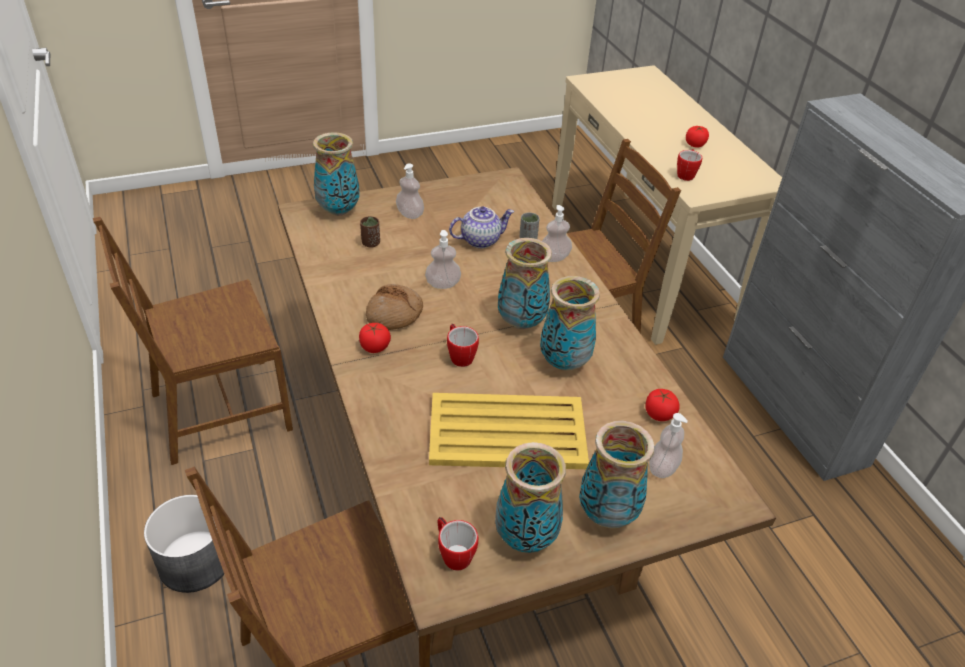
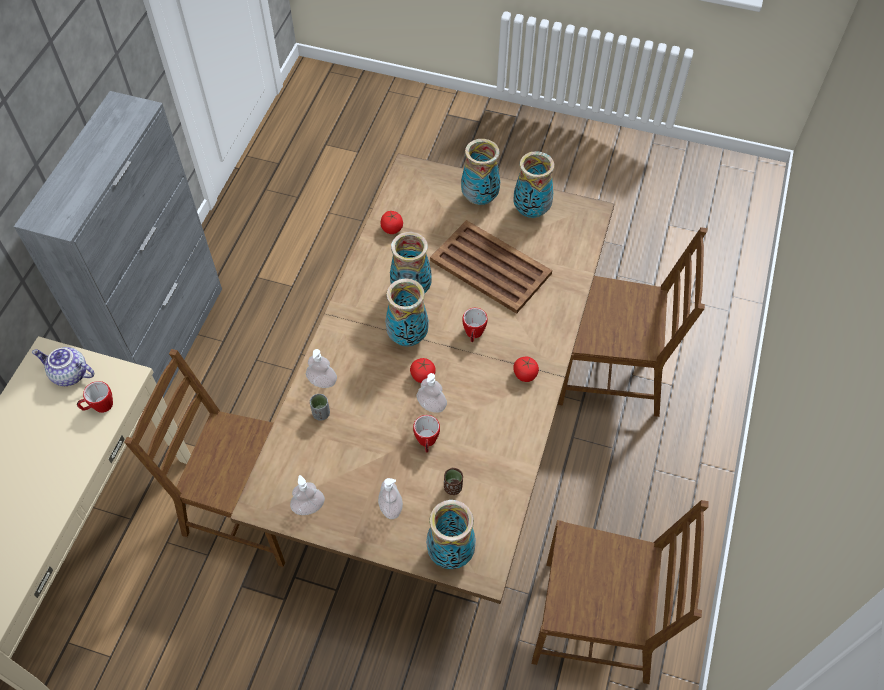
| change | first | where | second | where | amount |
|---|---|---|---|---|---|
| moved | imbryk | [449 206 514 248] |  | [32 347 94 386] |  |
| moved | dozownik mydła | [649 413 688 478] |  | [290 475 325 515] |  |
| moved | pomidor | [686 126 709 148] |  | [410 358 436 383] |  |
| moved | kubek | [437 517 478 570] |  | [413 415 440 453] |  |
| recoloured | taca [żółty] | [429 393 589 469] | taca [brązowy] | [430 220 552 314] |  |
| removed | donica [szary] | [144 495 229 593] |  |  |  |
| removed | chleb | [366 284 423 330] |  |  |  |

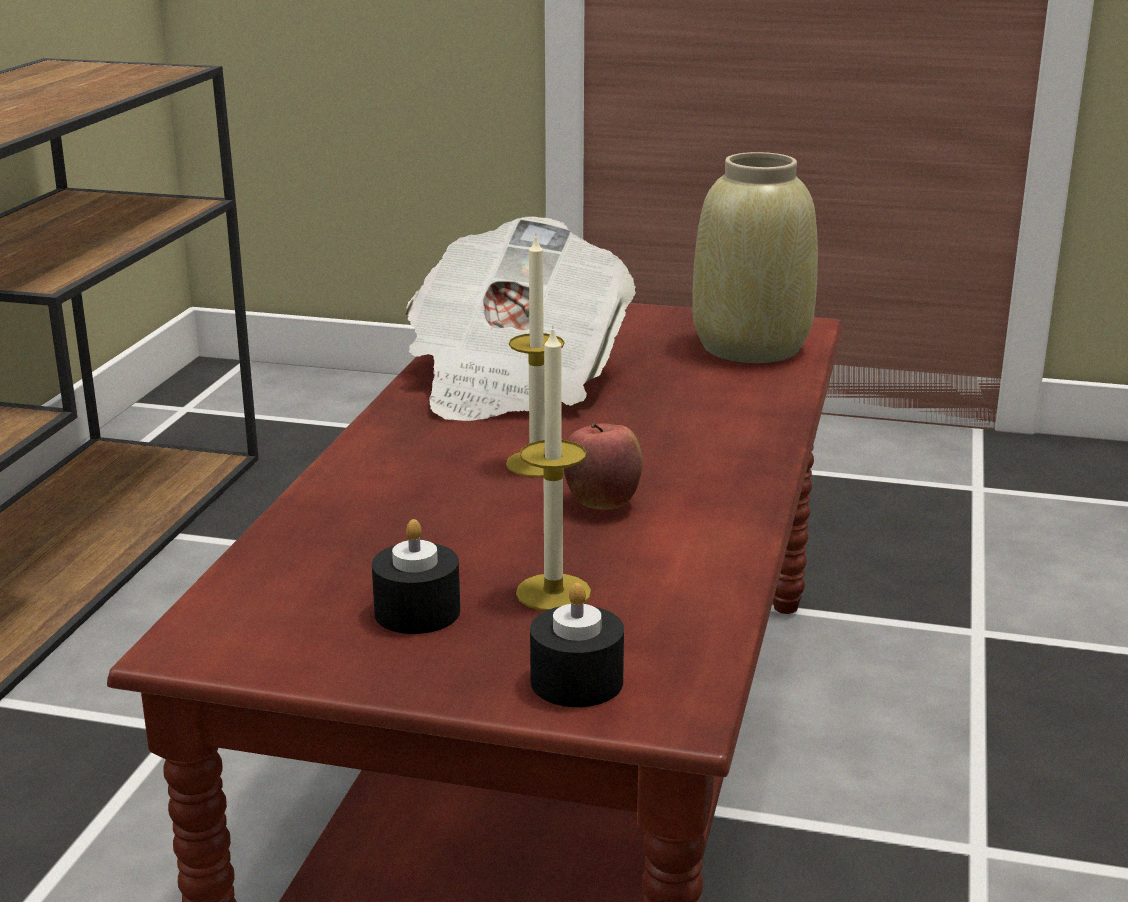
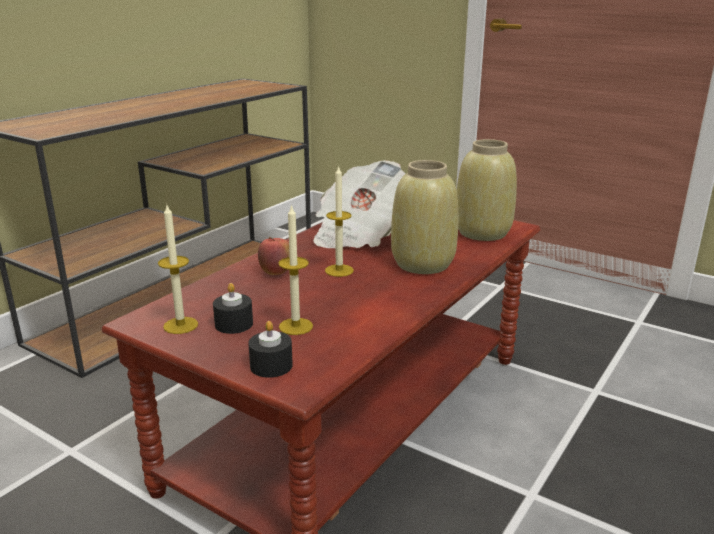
| change | first | where | second | where | amount |
|---|---|---|---|---|---|
| added |  |  | świeca | [158 203 198 334] |  |
| moved | jabłko | [563 423 642 510] |  | [258 237 290 275] |  |
| added |  |  | wazon [beżowy] | [391 160 458 274] |  |

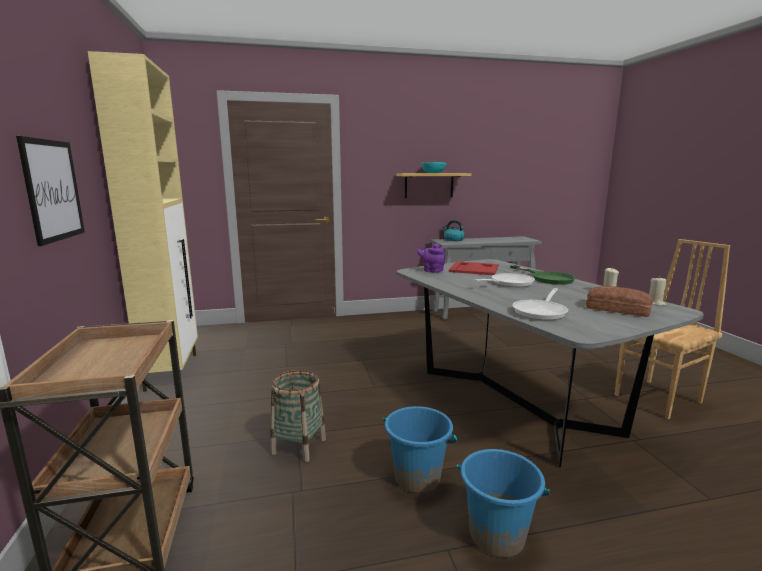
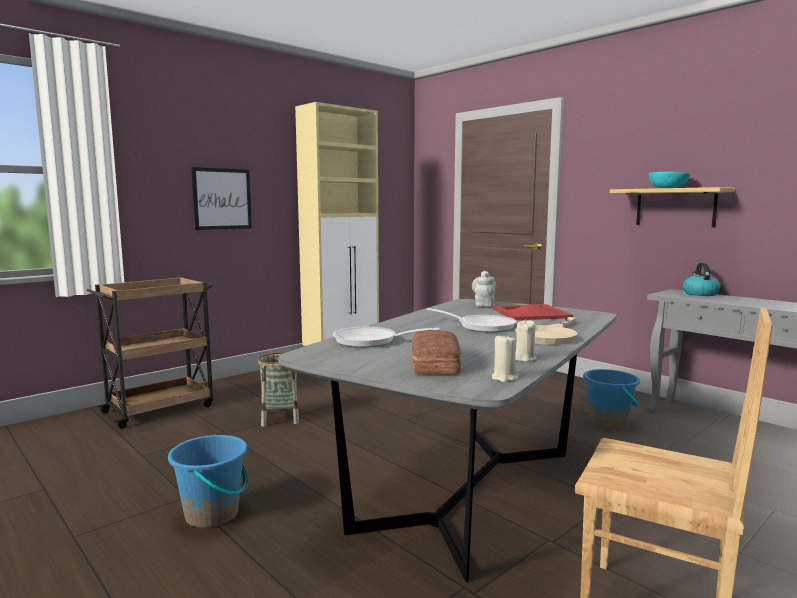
| change | first | where | second | where | amount |
|---|---|---|---|---|---|
| recoloured | imbryk [fioletowy] | [417 243 445 273] | imbryk [szary] | [472 271 496 307] |  |
| recoloured | patelnia [zielony] | [510 265 576 285] | patelnia [beżowy] | [515 317 578 345] |  |
| moved | wiadro [niebieski] | [383 406 457 493] |  | [583 369 640 430] |  |

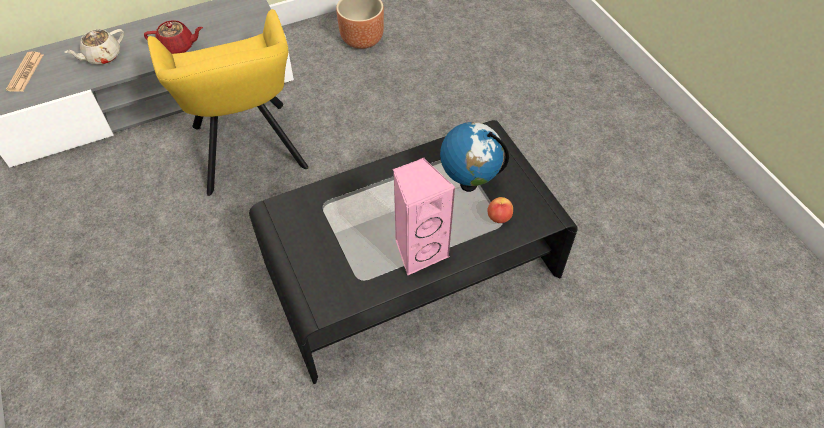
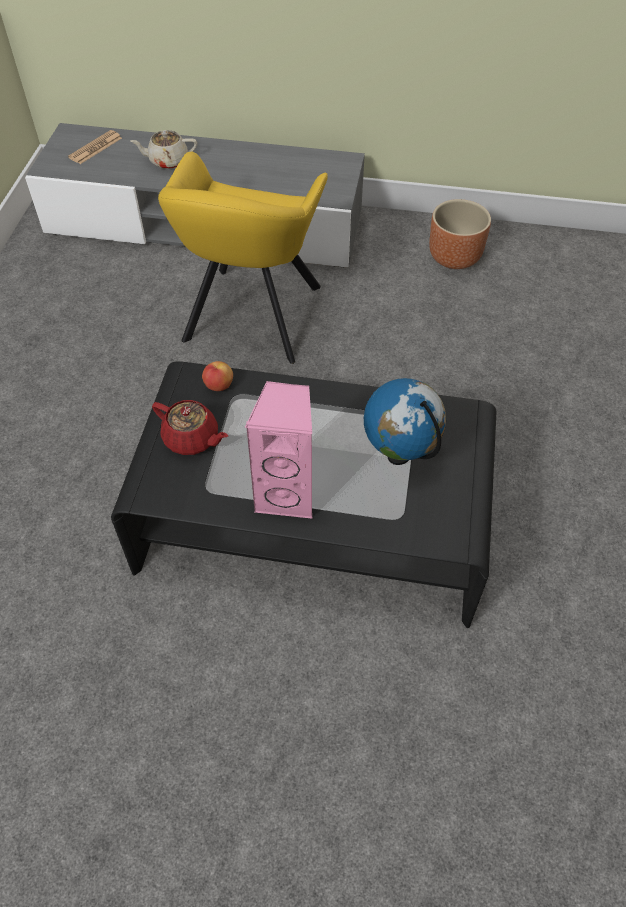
| change | first | where | second | where | amount |
|---|---|---|---|---|---|
| moved | imbryk [czerwony] | [144 20 203 54] |  | [152 400 228 455] |  |
| moved | jabłko | [487 197 513 223] |  | [202 361 233 391] |  |

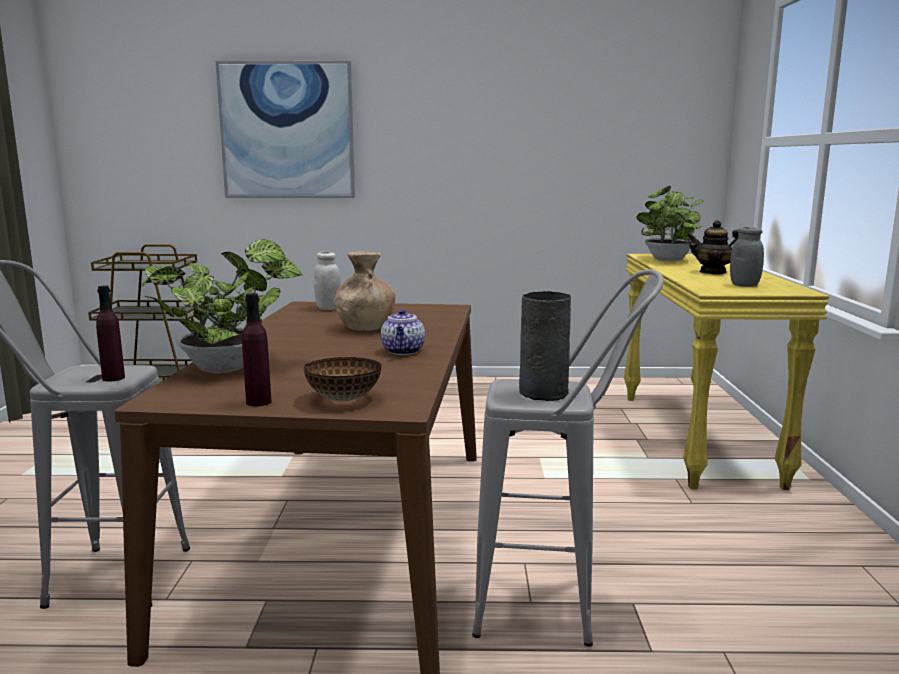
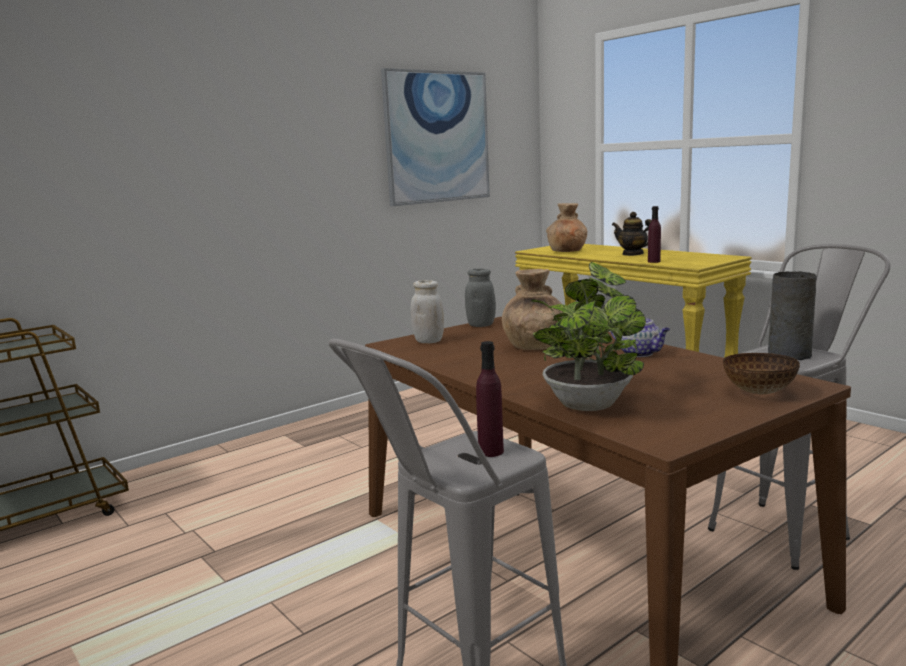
| change | first | where | second | where | amount |
|---|---|---|---|---|---|
| moved | obraz | [216 61 355 198] |  | [381 68 490 206] |  |
| moved | słoik [szary] | [730 227 764 287] |  | [465 268 496 327] |  |
| replaced | roślina doniczkowa | [636 186 704 261] | wazon [brązowy] | [546 203 587 252] |  |
| turned | imbryk | [687 220 739 274] |  | [612 212 652 256] | 60 degrees clockwise |
| moved | butelka [fioletowy] | [242 293 271 406] |  | [648 206 661 263] |  |

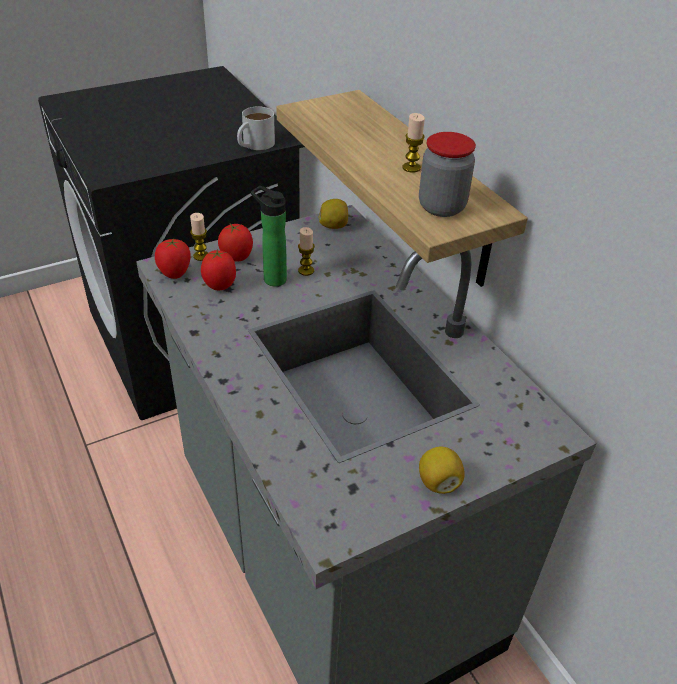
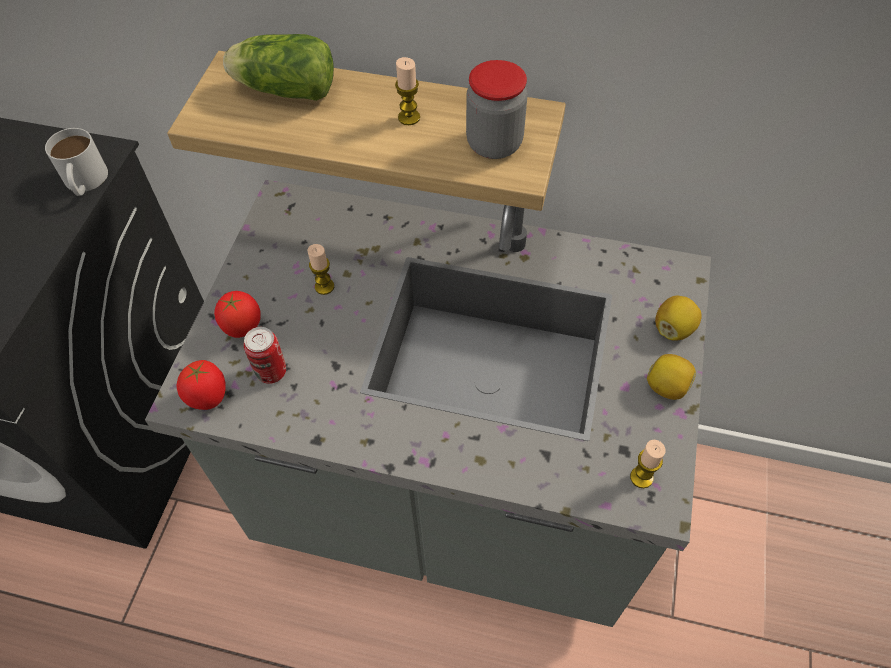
| change | first | where | second | where | amount |
|---|---|---|---|---|---|
| added |  |  | sałata | [223 34 334 101] |  |
| replaced | pomidor | [201 249 236 290] | puszka | [244 327 286 384] |  |
| moved | świeca | [190 213 208 261] |  | [630 440 665 488] |  |
| moved | cytryna | [319 199 348 229] |  | [655 296 702 341] |  |
| removed | butelka | [251 186 287 286] |  |  |  |

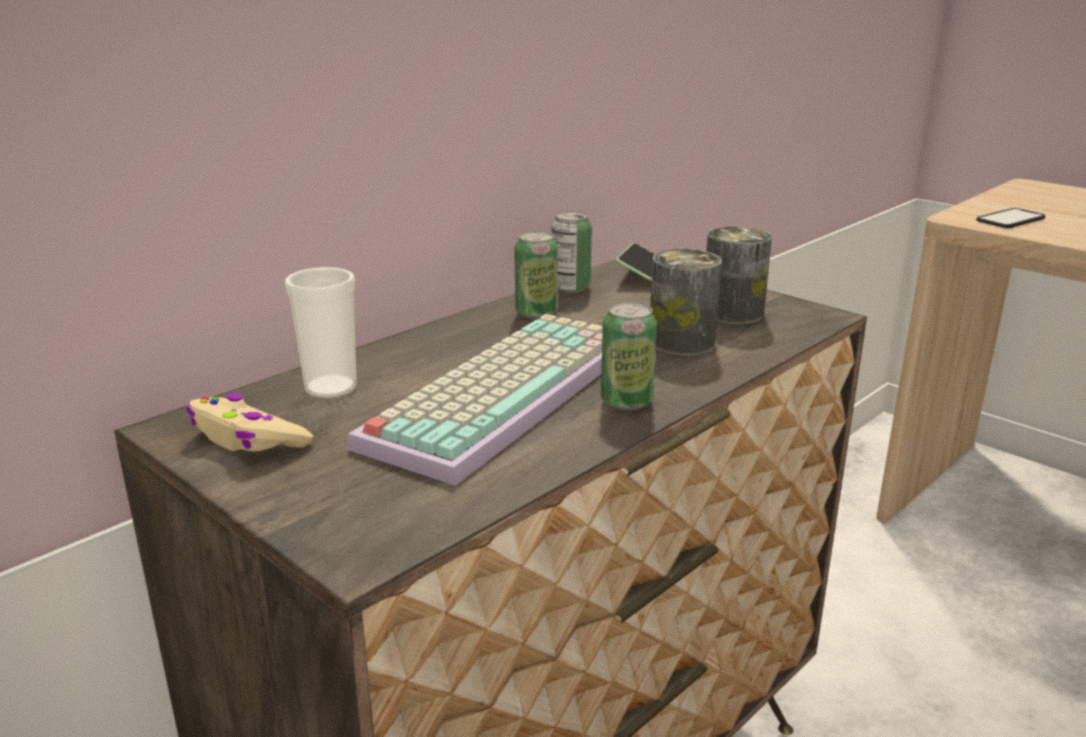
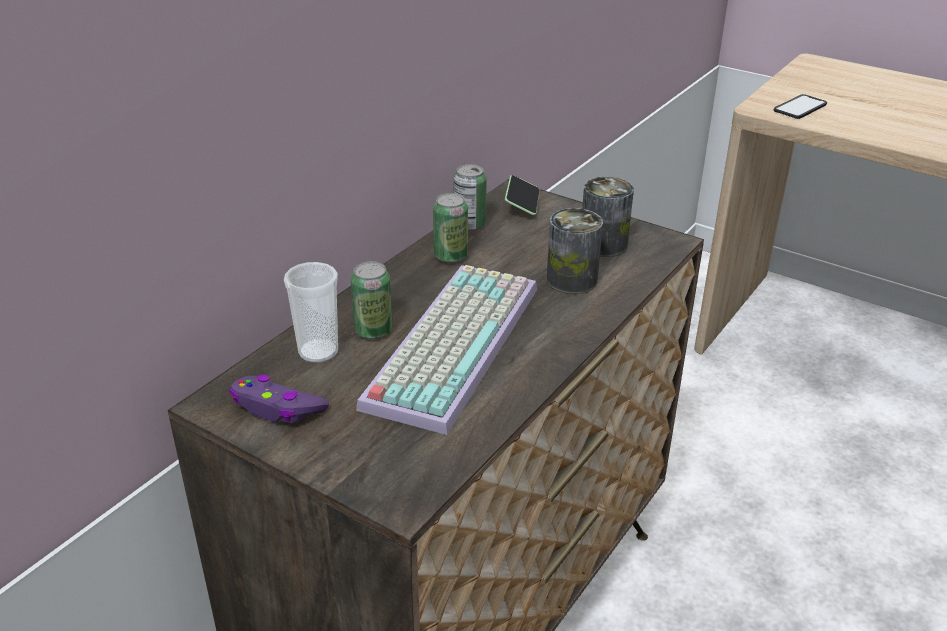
| change | first | where | second | where | amount |
|---|---|---|---|---|---|
| recoloured | pad do gier [beżowy] | [187 393 313 451] | pad do gier [fioletowy] | [229 375 329 423] |  |
| moved | puszka | [601 302 657 410] |  | [351 261 393 339] |  |

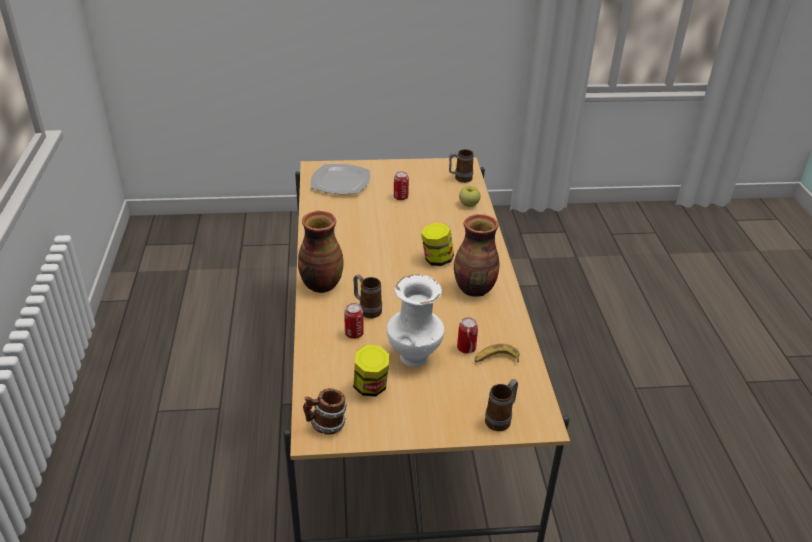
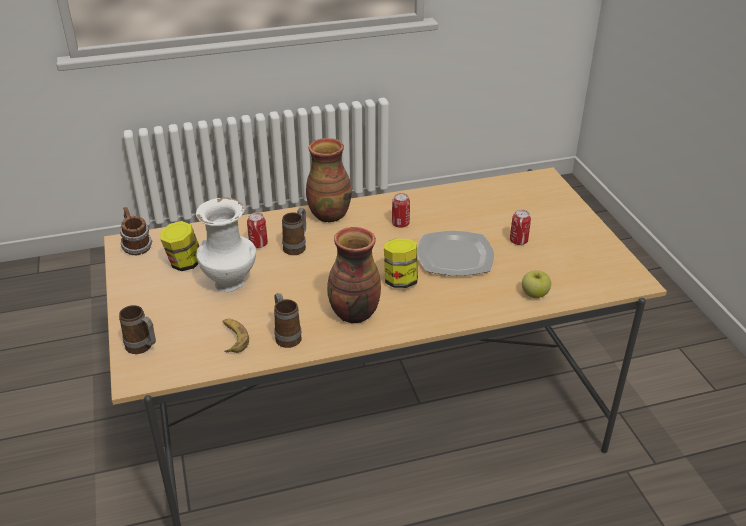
| change | first | where | second | where | amount |
|---|---|---|---|---|---|
| moved | kubek | [449 149 474 183] |  | [274 293 302 348] |  |
| moved | puszka | [457 317 478 354] |  | [392 193 410 228] |  |
| moved | talerz | [311 164 370 194] |  | [417 231 494 276] |  |

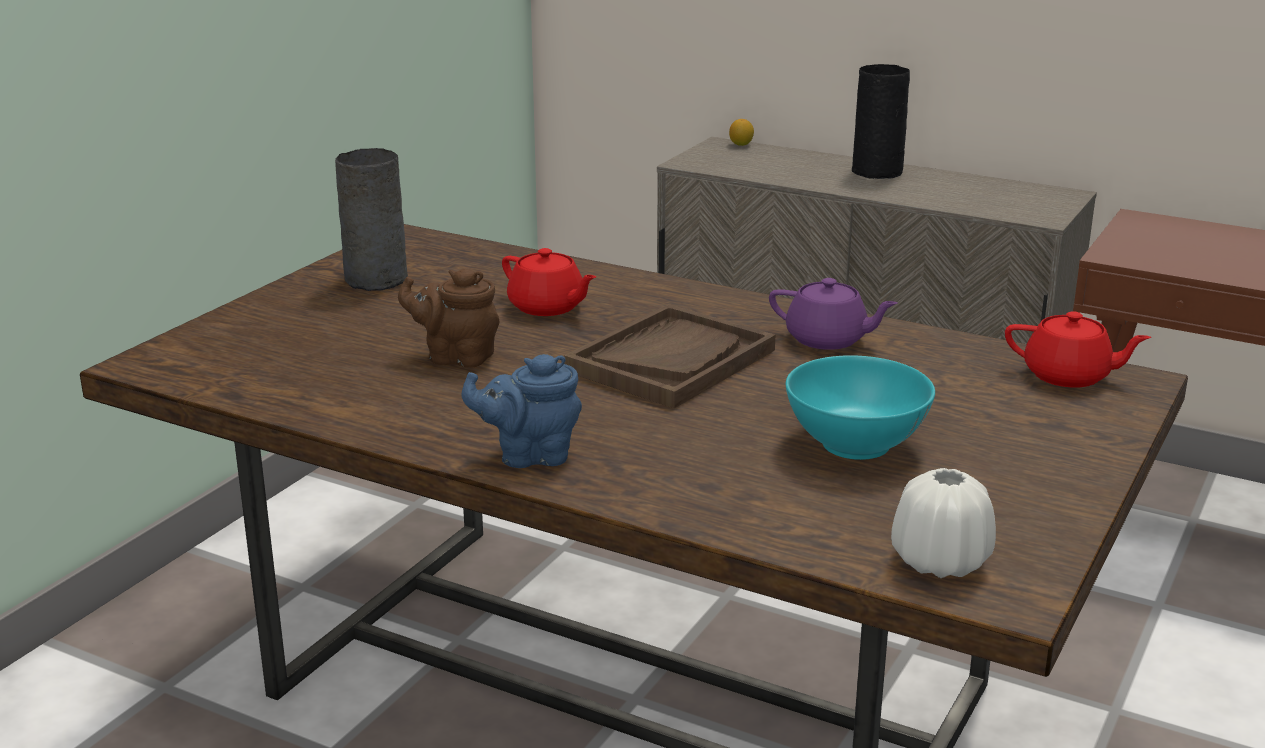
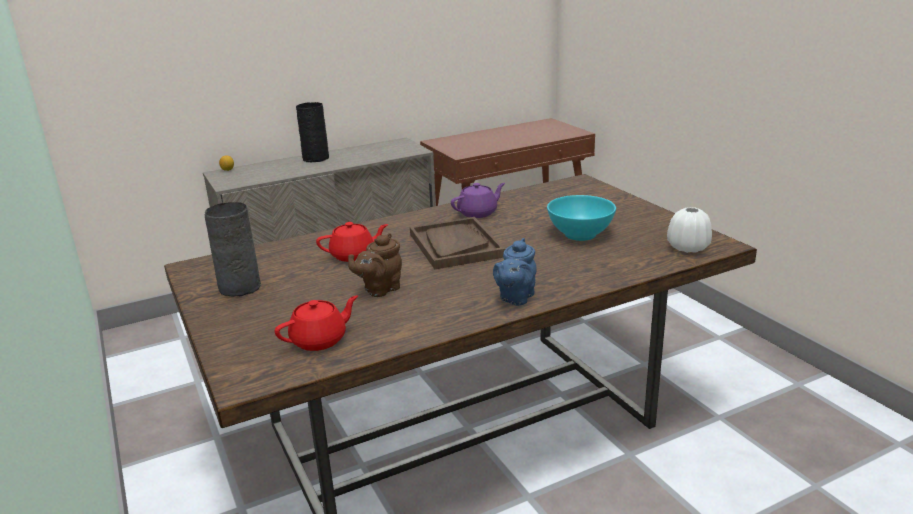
| change | first | where | second | where | amount |
|---|---|---|---|---|---|
| moved | imbryk [czerwony] | [1005 311 1151 388] |  | [275 295 358 351] |  |

